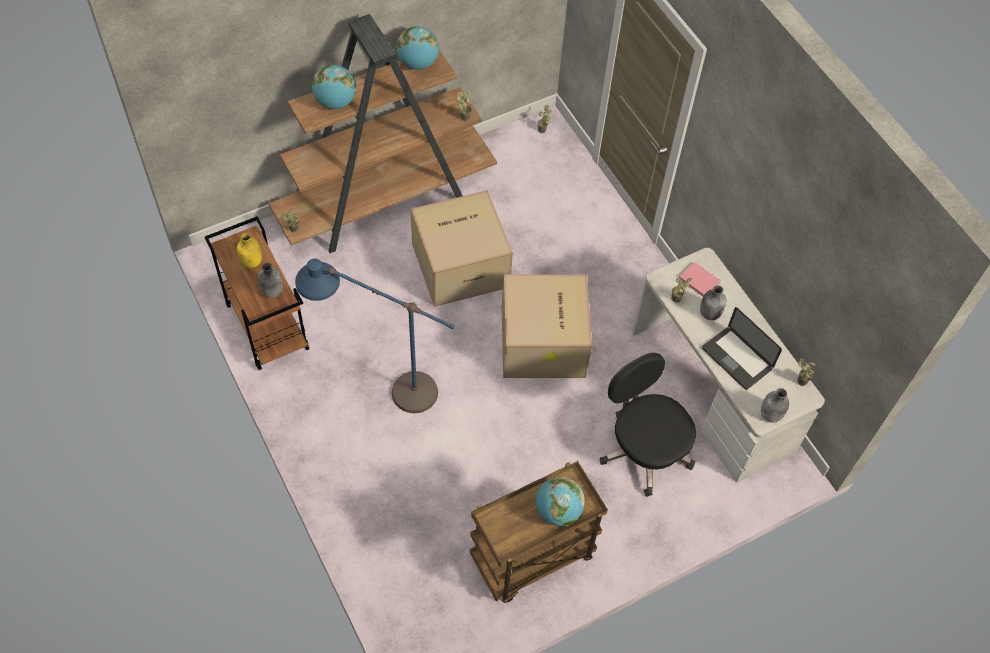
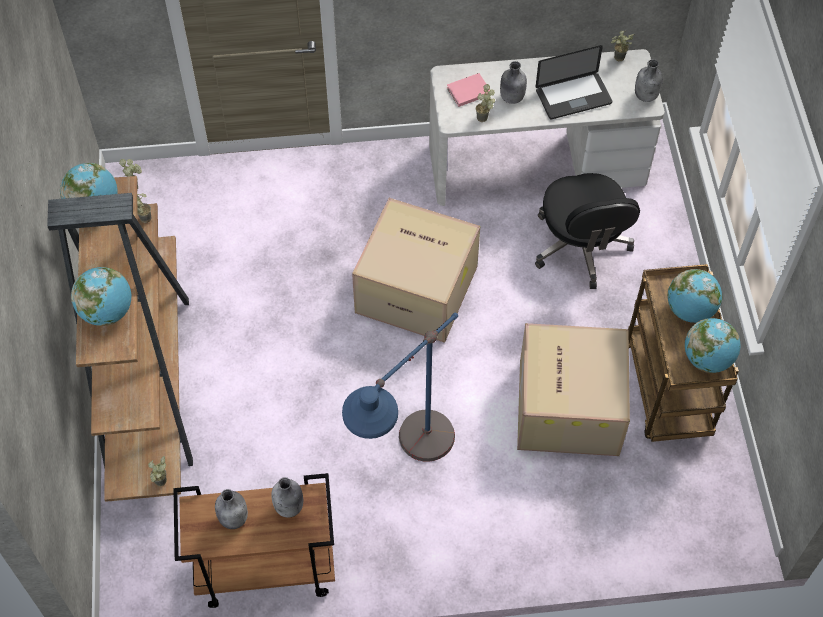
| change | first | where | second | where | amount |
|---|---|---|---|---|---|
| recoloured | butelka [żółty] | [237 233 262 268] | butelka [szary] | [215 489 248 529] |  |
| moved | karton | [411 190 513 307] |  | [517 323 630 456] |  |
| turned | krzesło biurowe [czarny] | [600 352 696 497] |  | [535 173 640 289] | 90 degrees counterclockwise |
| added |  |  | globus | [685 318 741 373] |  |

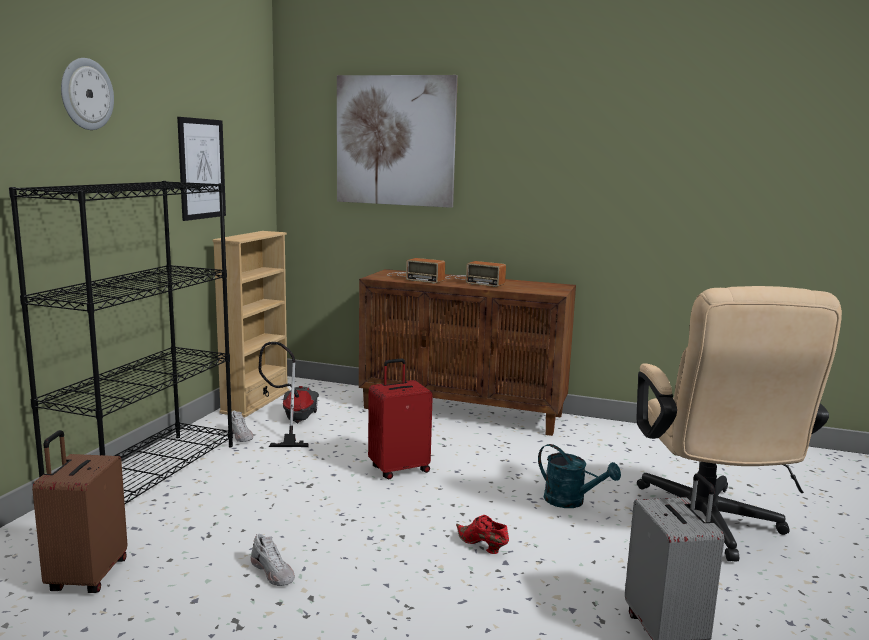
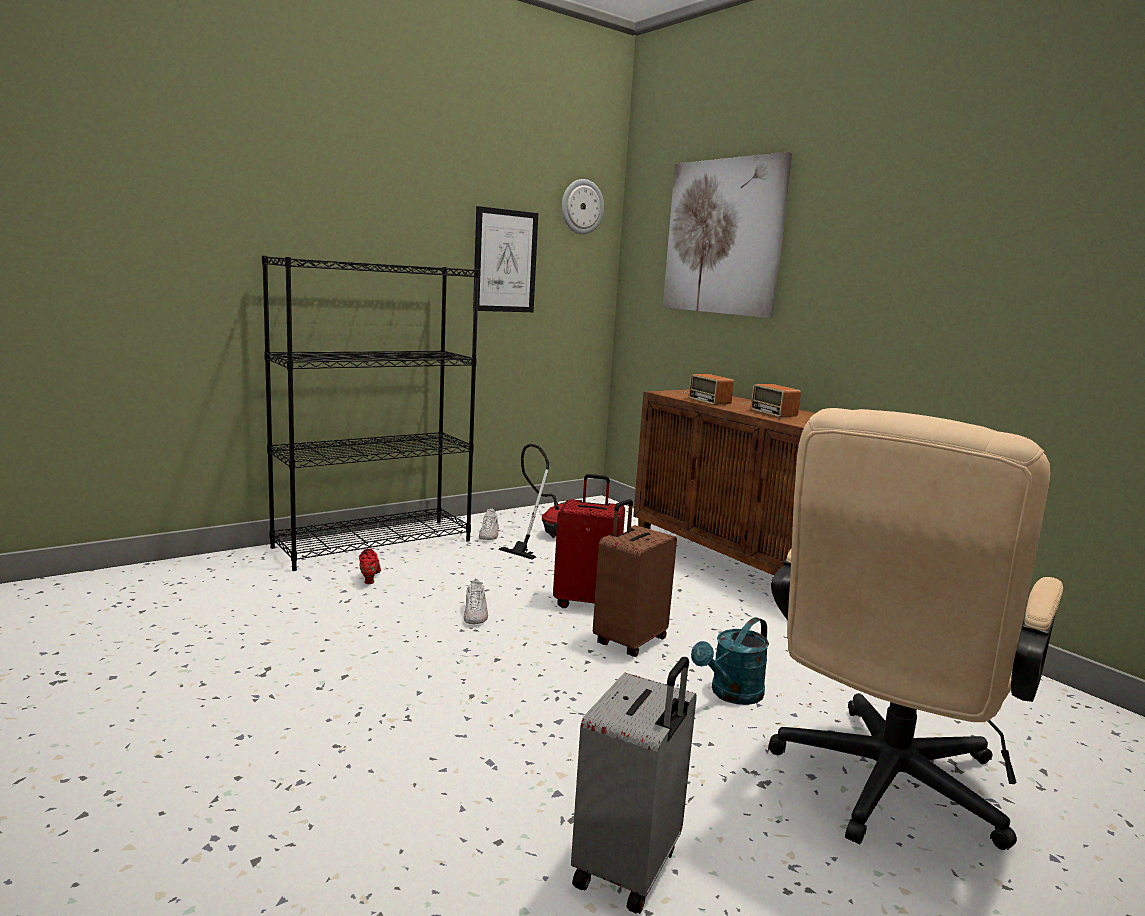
| change | first | where | second | where | amount |
|---|---|---|---|---|---|
| moved | but [czerwony] | [456 515 509 554] |  | [358 548 381 584] |  |
| moved | but [biały] | [251 534 295 586] |  | [464 578 488 624] |  |
| moved | zegar ścienny | [61 58 114 130] |  | [562 179 604 235] |  |
| moved | walizka [brązowy] | [32 430 128 593] |  | [593 499 677 657] |  |
| turned | konewka [turkusowy] | [538 444 621 508] |  | [691 617 769 705] | 60 degrees clockwise |
| removed | regał [beżowy] | [212 231 290 417] |  |  |  |

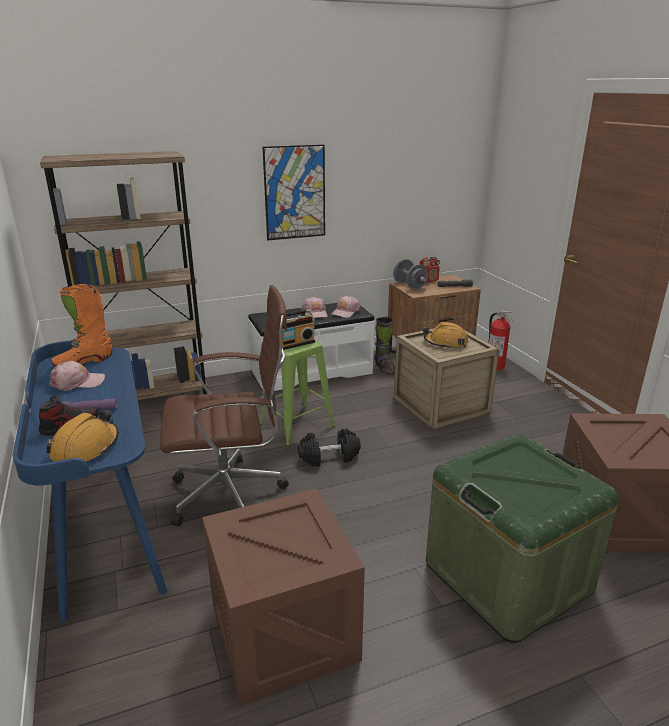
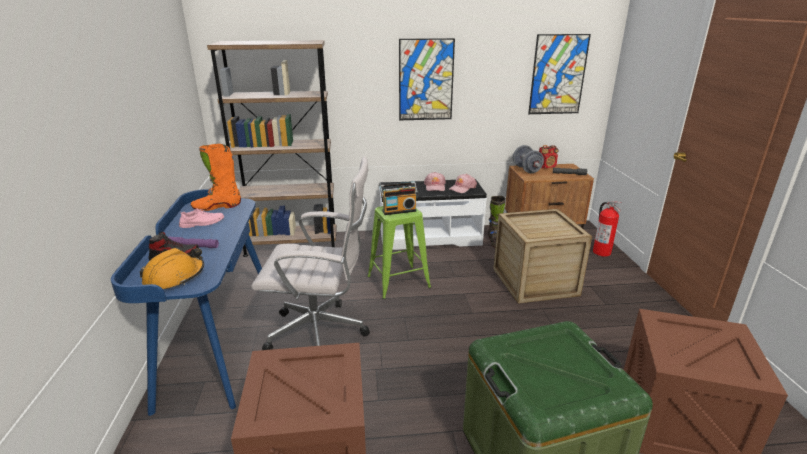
| change | first | where | second | where | amount |
|---|---|---|---|---|---|
| replaced | czapka z daszkiem [różowy] | [49 361 105 391] | but [różowy] | [179 208 224 228] |  |
| recoloured | krzesło biurowe [brązowy] | [160 285 289 527] | krzesło biurowe [biały] | [251 156 370 350] |  |
| added |  |  | obraz | [528 34 591 114] |  |
| removed | hantel [czarny] | [298 428 361 467] |  |  |  |
| removed | kask [pomarańczowy] | [423 322 468 349] |  |  |  |

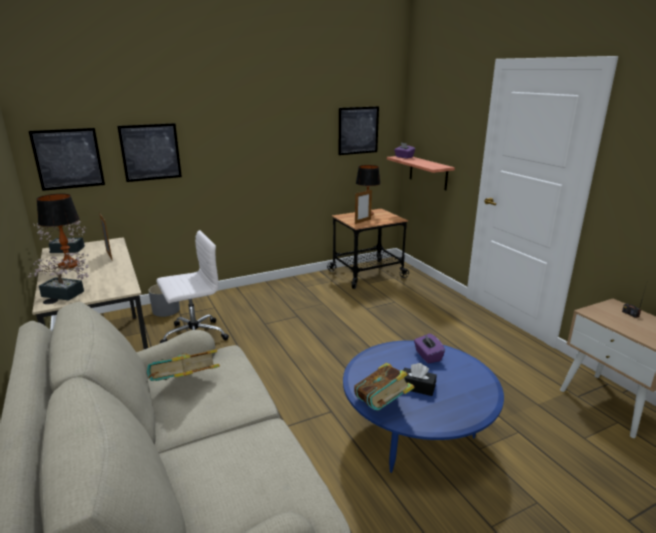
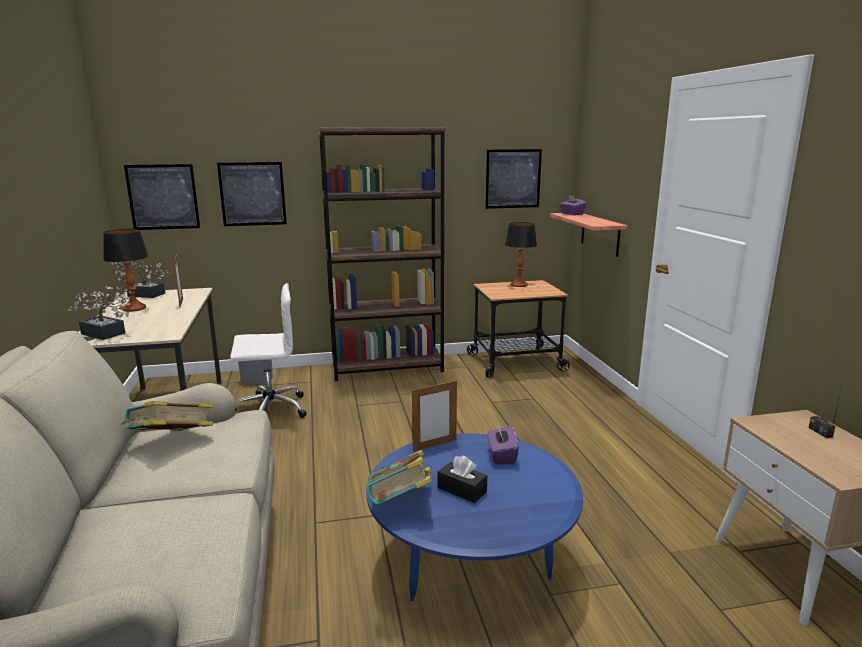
| change | first | where | second | where | amount |
|---|---|---|---|---|---|
| added |  |  | regał [brązowy] | [318 127 445 381] |  |
| moved | ramka na zdjęcie | [355 190 372 224] |  | [412 381 457 452] |  |

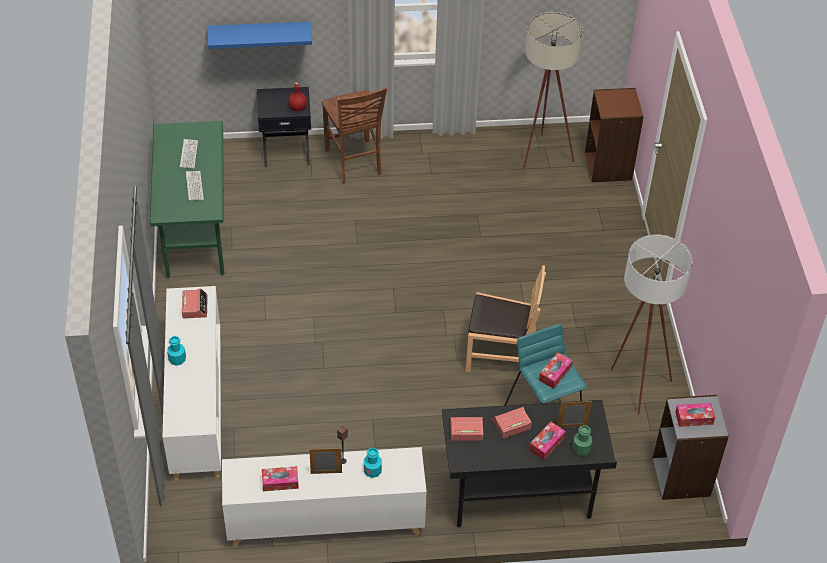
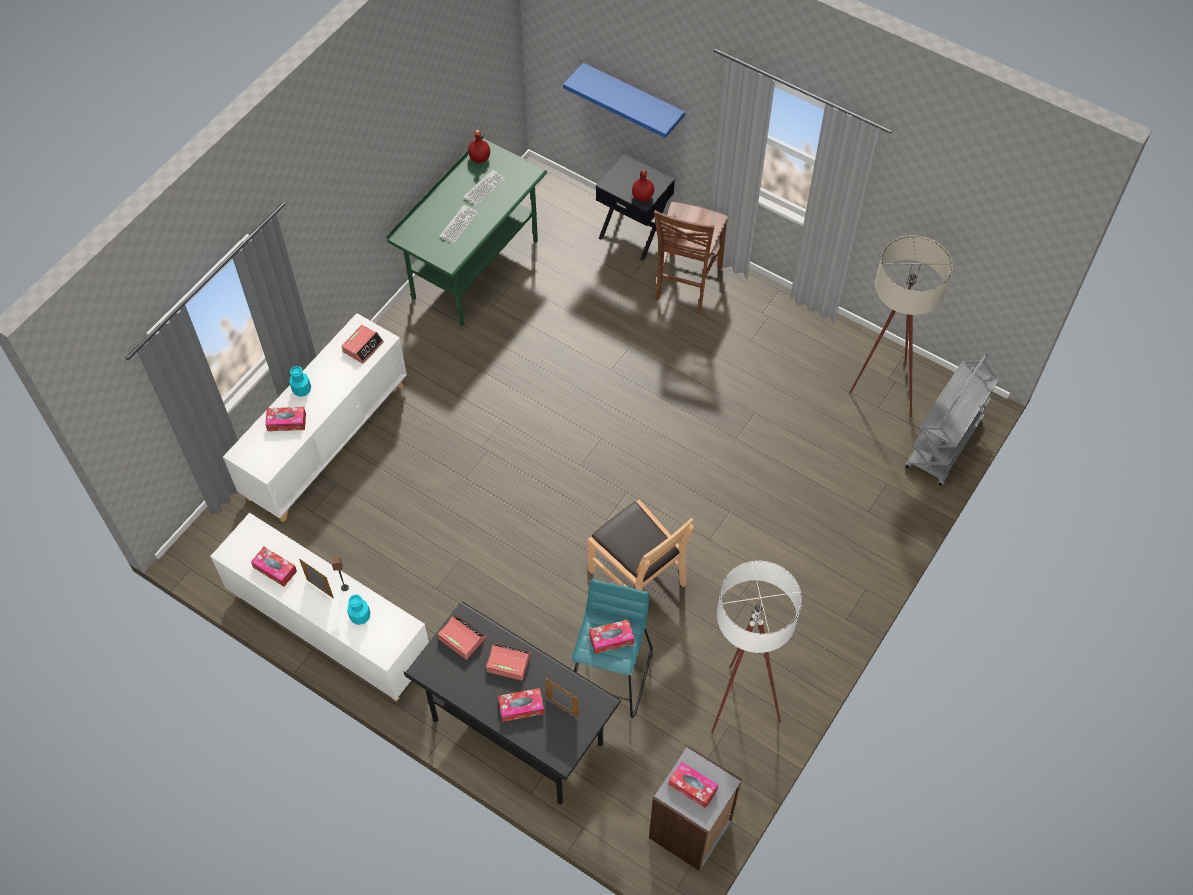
| change | first | where | second | where | amount |
|---|---|---|---|---|---|
| added |  |  | pudełko chusteczek | [265 407 306 431] |  |
| added |  |  | butelka [czerwony] | [468 130 490 163] |  |
| replaced | regał [brązowy] | [585 88 644 182] | wózek [szary] | [905 352 999 486] |  |
| removed | butelka [zielony] | [572 425 592 456] |  |  |  |

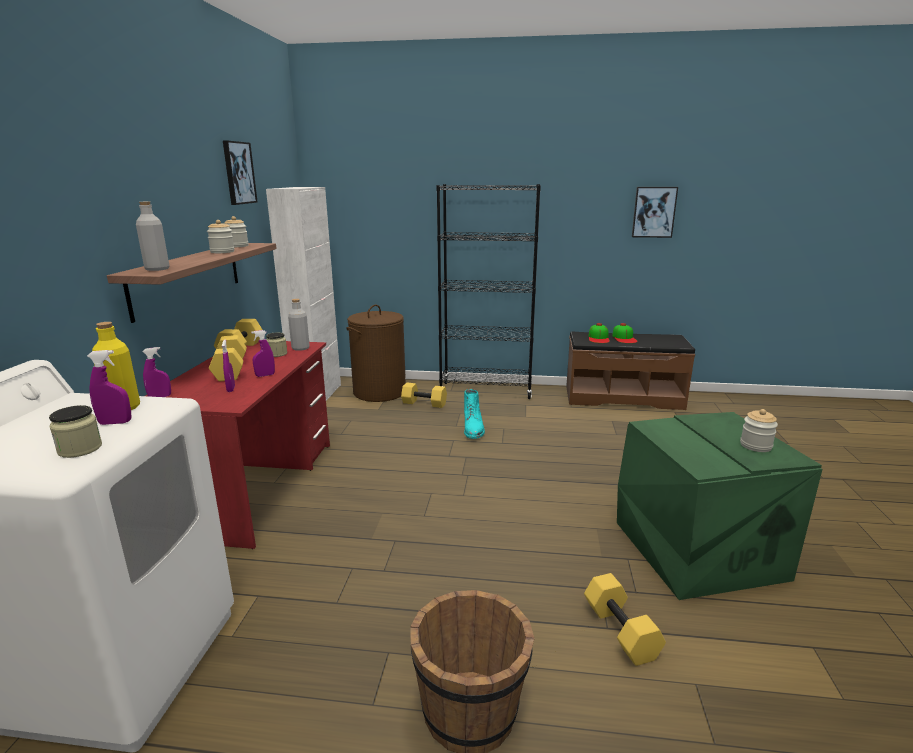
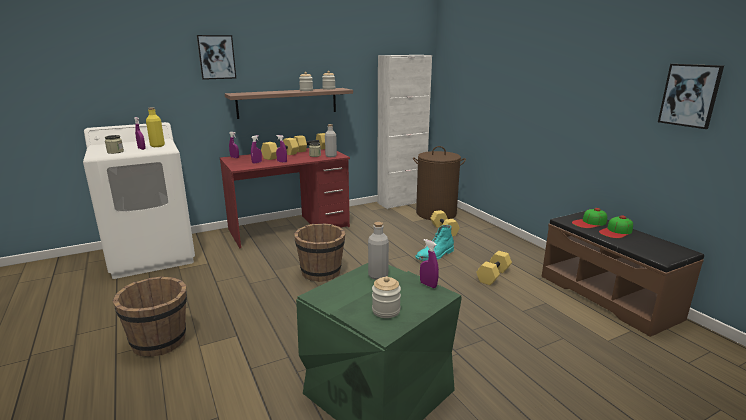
| change | first | where | second | where | amount |
|---|---|---|---|---|---|
| moved | obraz | [223 140 258 205] |  | [197 35 236 80] |  |
| added |  |  | wiadro [brązowy] | [294 223 345 282] |  |
| moved | butelka [szary] | [136 202 169 271] |  | [368 222 389 280] |  |
| added |  |  | spryskiwacz [fioletowy] | [420 239 439 288] |  |
| moved | hantel [żółty] | [584 573 666 666] |  | [476 251 512 285] |  |
| removed | regał [czarny] | [436 184 541 399] |  |  |  |

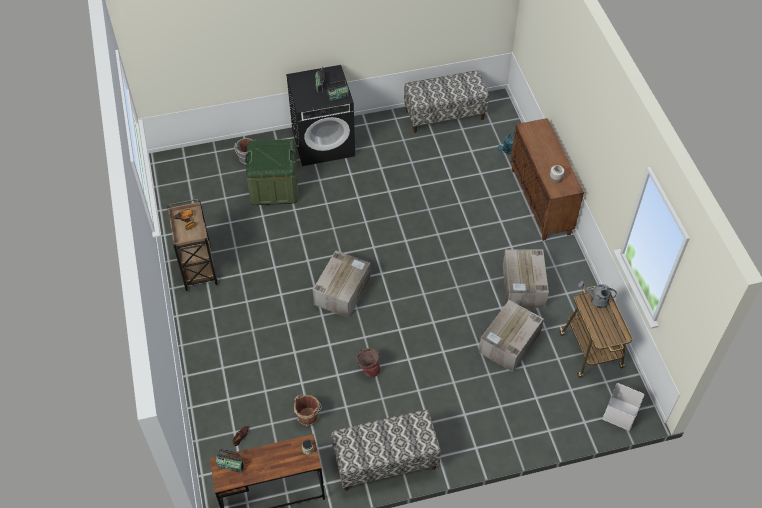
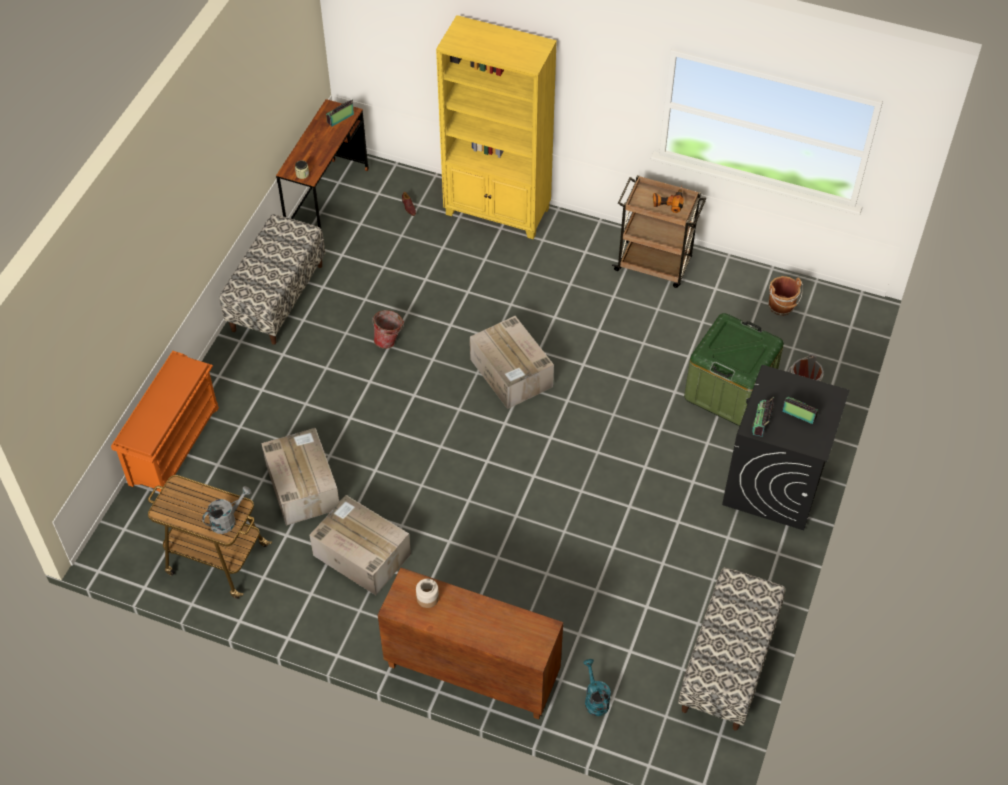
| change | first | where | second | where | amount |
|---|---|---|---|---|---|
| added |  |  | regał na buty [pomarańczowy] | [111 351 219 492] |  |
| added |  |  | regał [żółty] | [436 15 557 239] |  |
| moved | wiadro [brązowy] | [294 395 322 426] |  | [768 276 803 316] |  |
| removed | pojemnik do przechowywania [biały] | [603 383 644 431] |  |  |  |

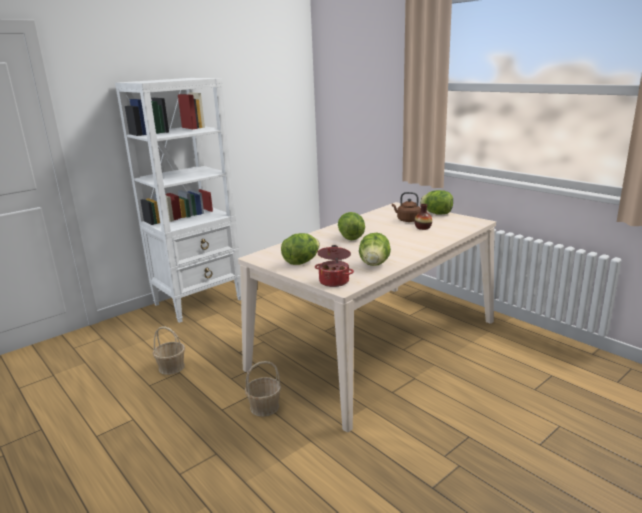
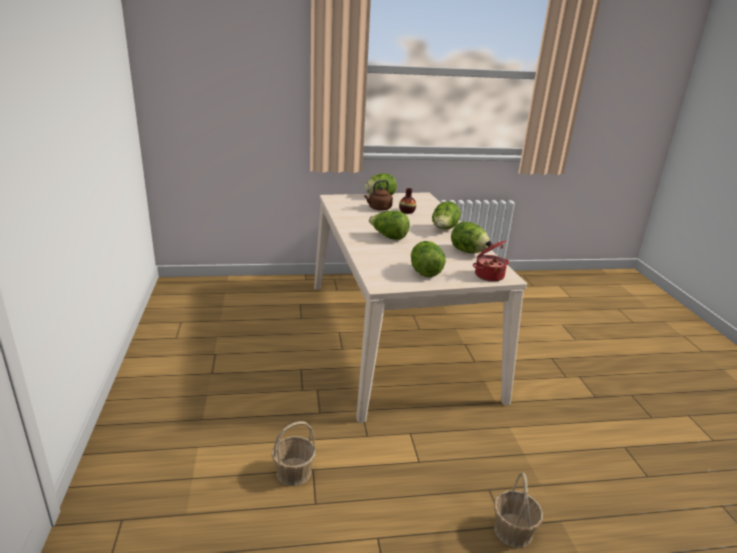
| change | first | where | second | where | amount |
|---|---|---|---|---|---|
| added |  |  | sałata | [432 201 461 229] |  |
| moved | koszyk | [245 361 281 417] |  | [494 472 543 548] |  |
| removed | regał [biały] | [115 78 241 323] |  |  |  |

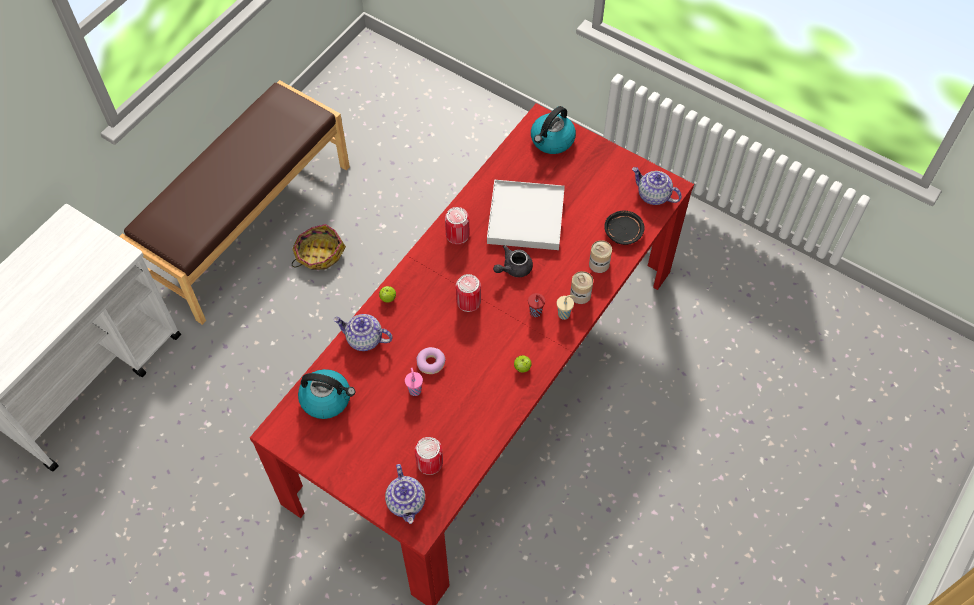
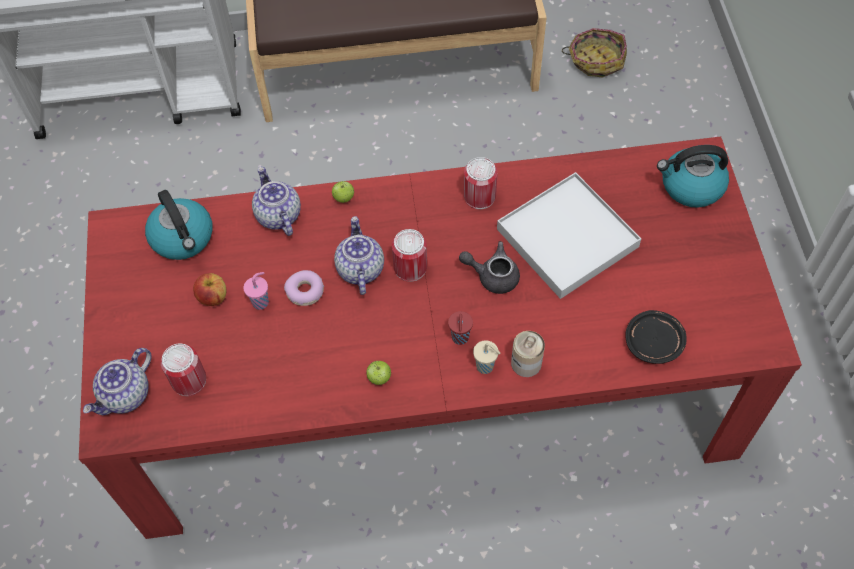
| change | first | where | second | where | amount |
|---|---|---|---|---|---|
| added |  |  | jabłko | [193 273 226 306] |  |
| moved | imbryk | [632 167 682 205] |  | [334 216 384 295] |  |
| moved | koszyk | [292 224 346 270] |  | [562 28 627 78] |  |
| removed | puszka | [589 240 612 273] |  |  |  |

